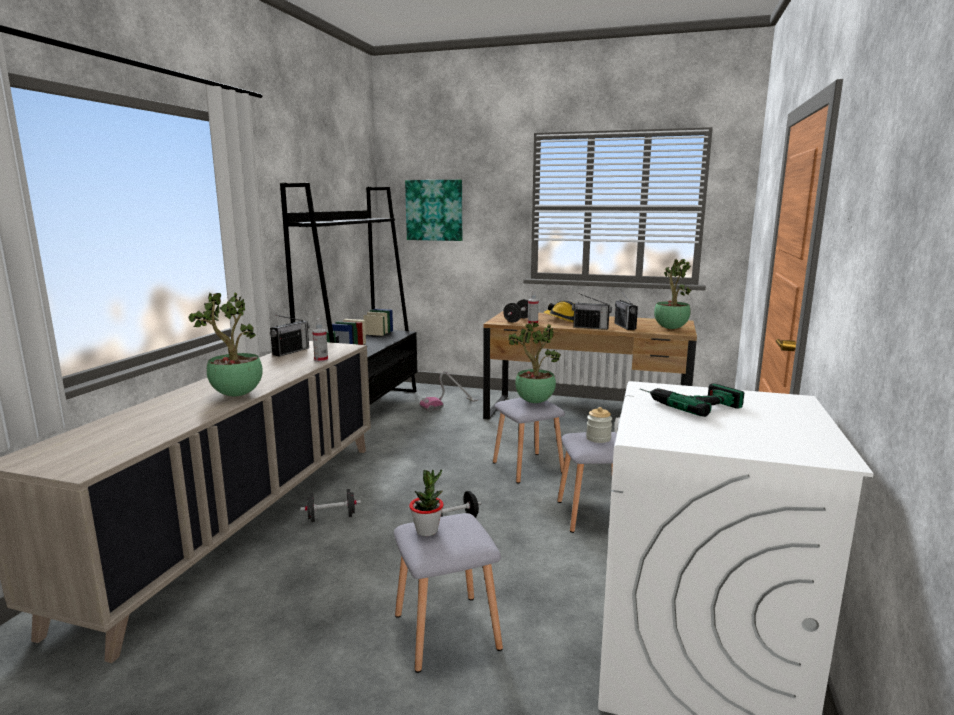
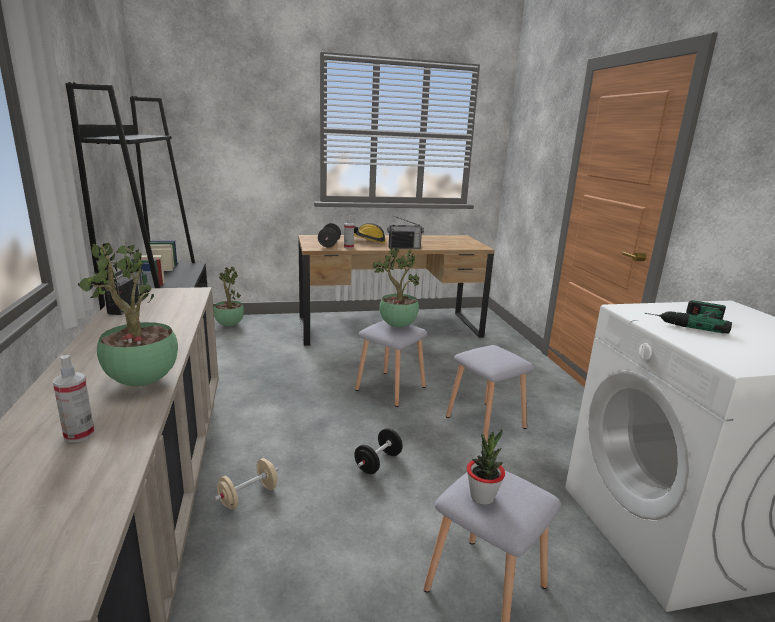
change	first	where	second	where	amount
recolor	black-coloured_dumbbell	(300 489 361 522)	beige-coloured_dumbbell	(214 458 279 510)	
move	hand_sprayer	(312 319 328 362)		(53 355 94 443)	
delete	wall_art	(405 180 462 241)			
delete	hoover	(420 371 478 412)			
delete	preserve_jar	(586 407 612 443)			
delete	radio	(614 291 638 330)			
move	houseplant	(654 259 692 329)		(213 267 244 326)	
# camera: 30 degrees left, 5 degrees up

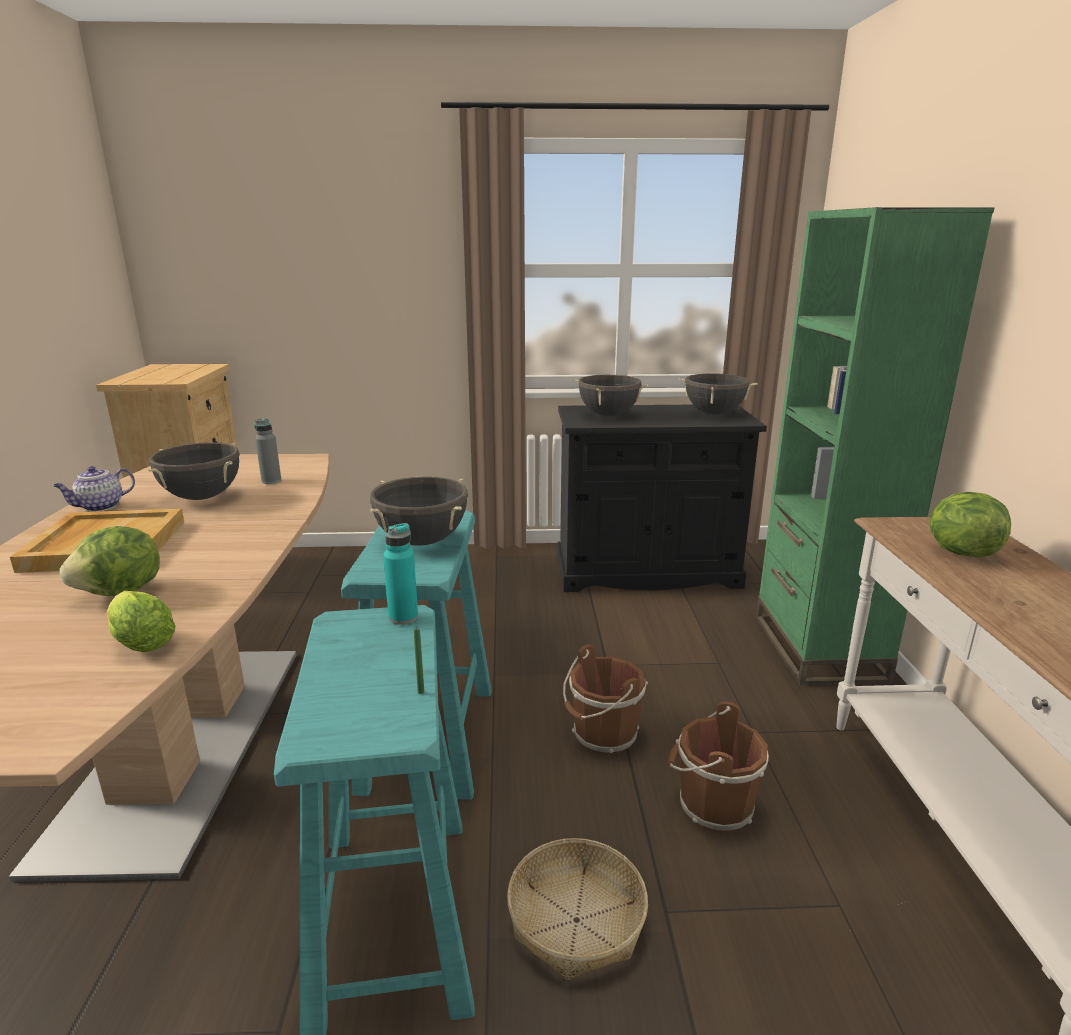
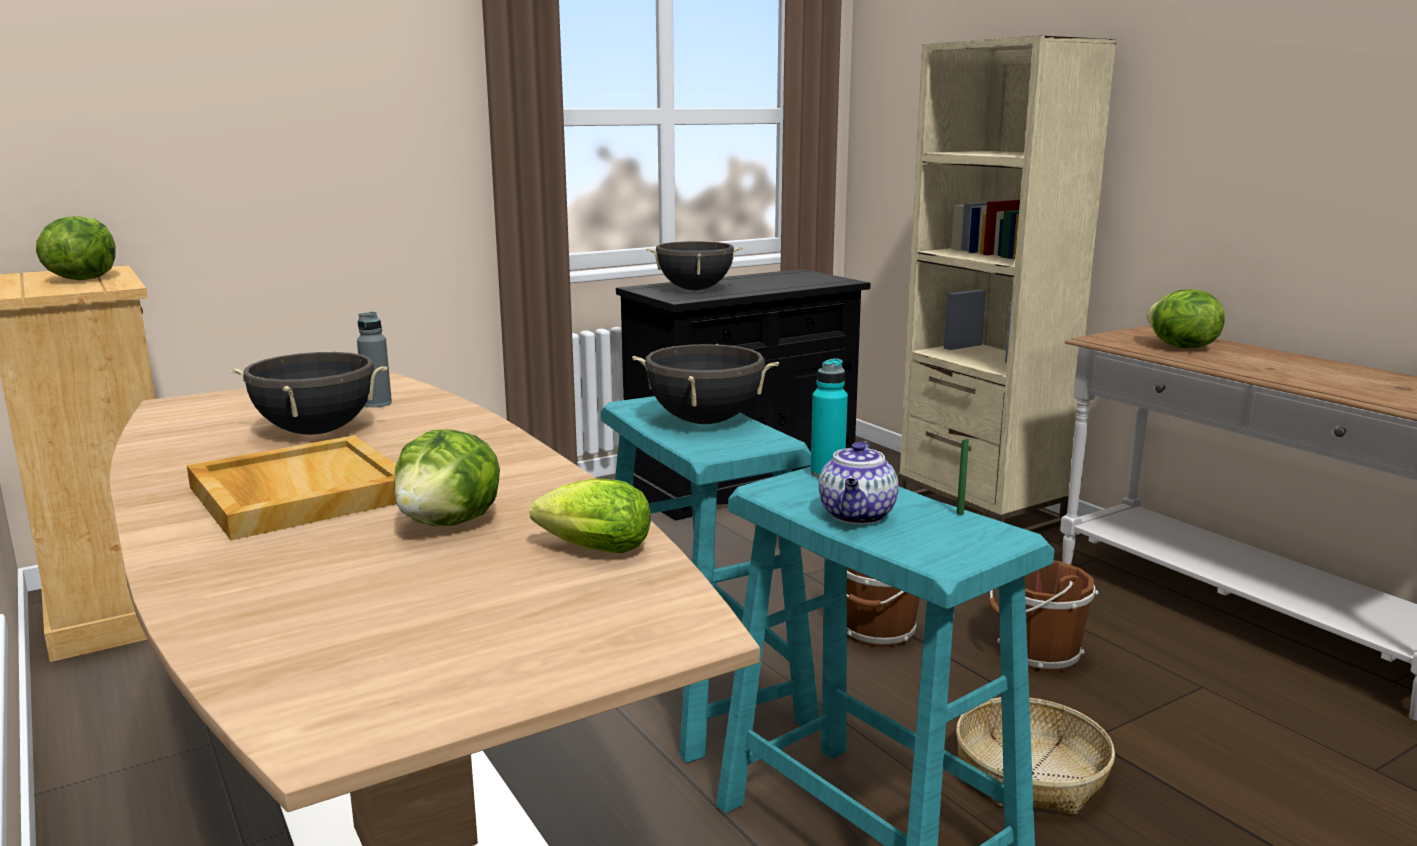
change	first	where	second	where	amount
move	tea_pot	(53 466 135 512)		(819 441 898 524)	
delete	black-coloured_saucepot	(678 373 758 415)			
recolor	green-coloured_shelving_unit	(756 207 994 685)	beige-coloured_shelving_unit	(898 35 1117 533)	
insert			head_of_lettuce	(36 216 116 280)	
# camera: 30 degrees left, 5 degrees down

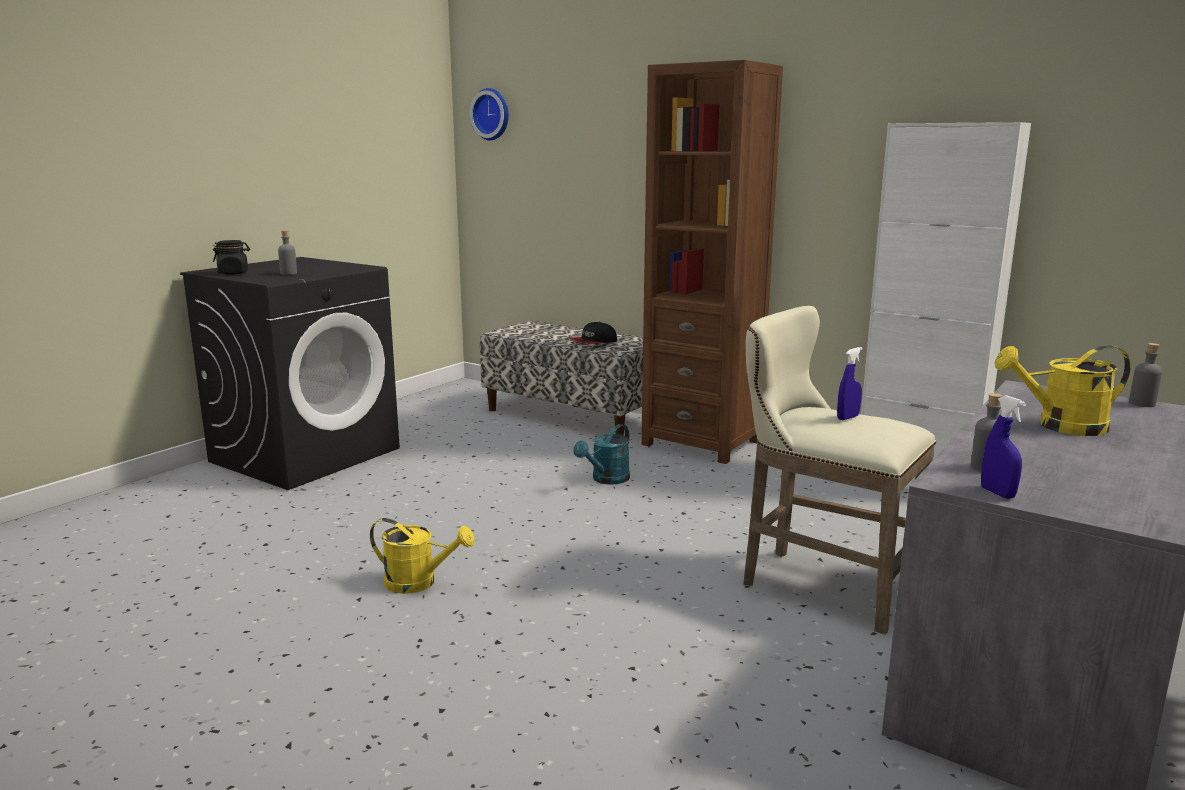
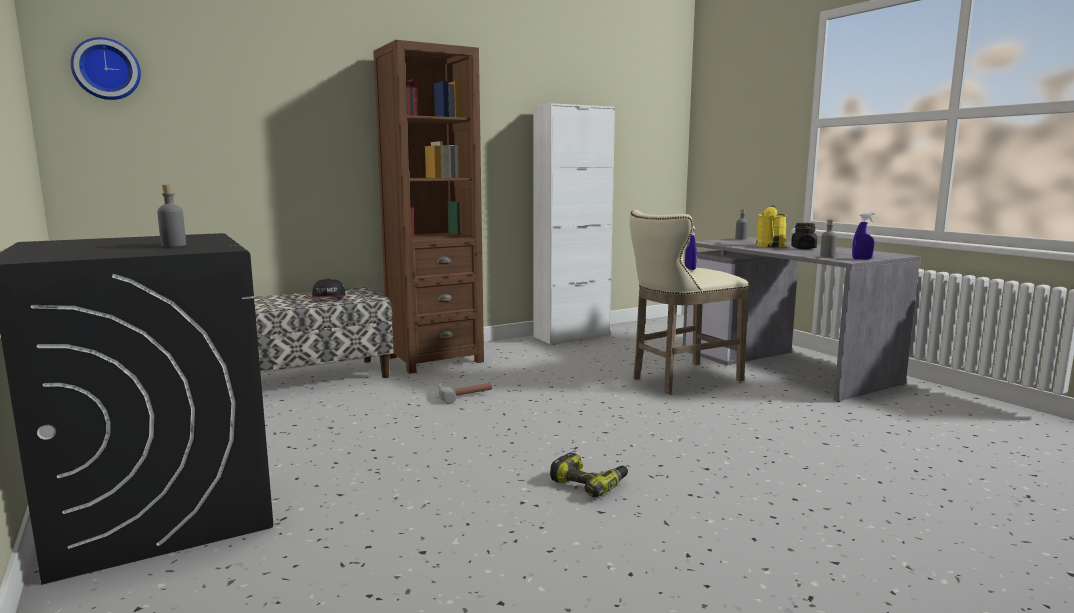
change	first	where	second	where	amount
move	black-coloured_preserve_jar	(213 240 250 275)		(791 223 817 249)	
replace	yellow-coloured_watering_can	(370 518 475 594)	electric_drill	(550 452 628 498)	
replace	blue-green_watering_can	(573 424 630 485)	tool_hammer	(439 382 492 404)	
# camera: 65 degrees left, 5 degrees down

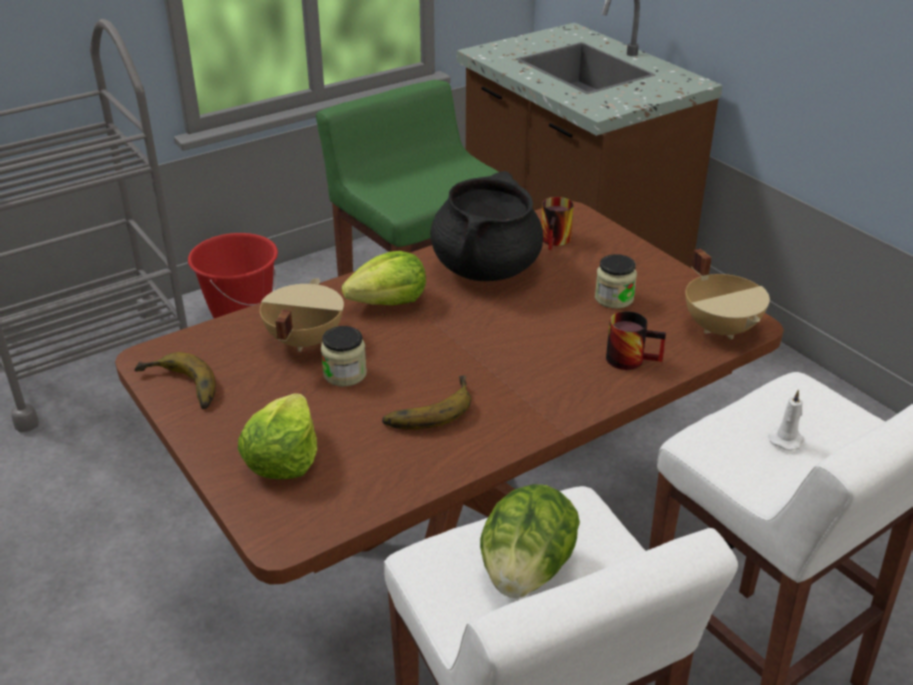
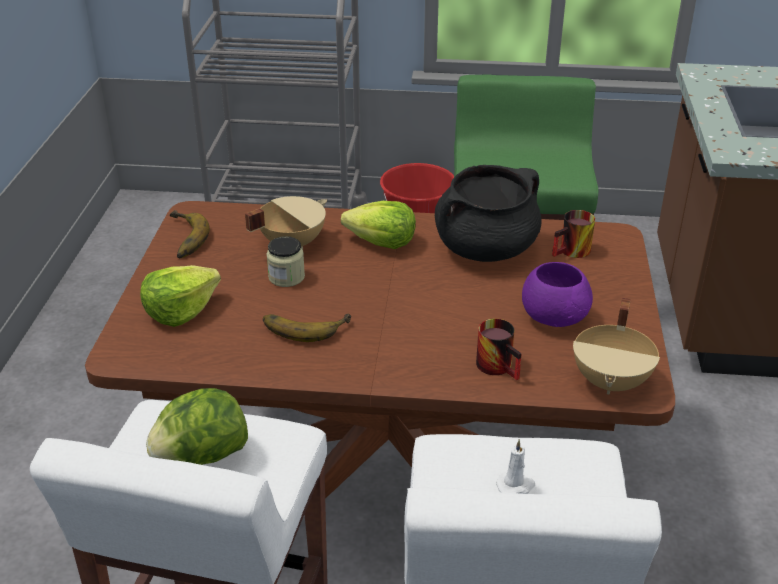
change	first	where	second	where	amount
replace	preserve_jar	(595 254 637 309)	purplish_deep_dish	(522 262 593 327)	
# camera: 40 degrees right, 0 degrees up

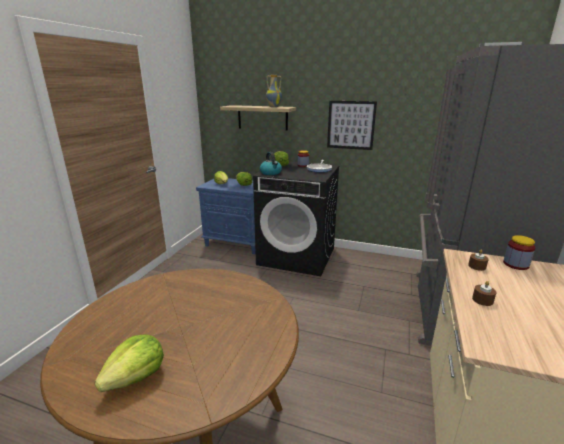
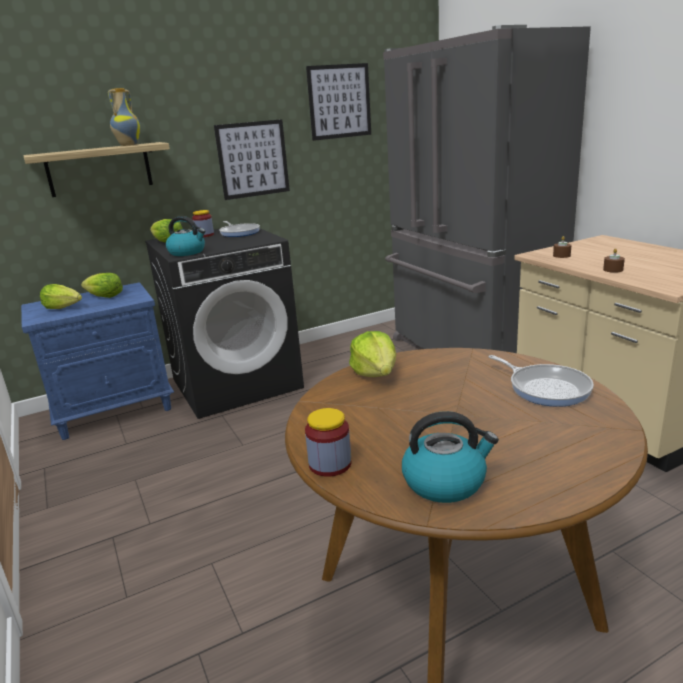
change	first	where	second	where	amount
move	head_of_lettuce	(94 334 164 392)		(349 331 396 377)	
move	preserve_jar	(503 235 535 270)		(305 408 352 477)	
insert			wall_art	(306 63 371 141)	
insert			kettle	(402 411 499 503)	
insert			skillet	(488 355 594 407)	
# camera: 45 degrees left, 0 degrees up

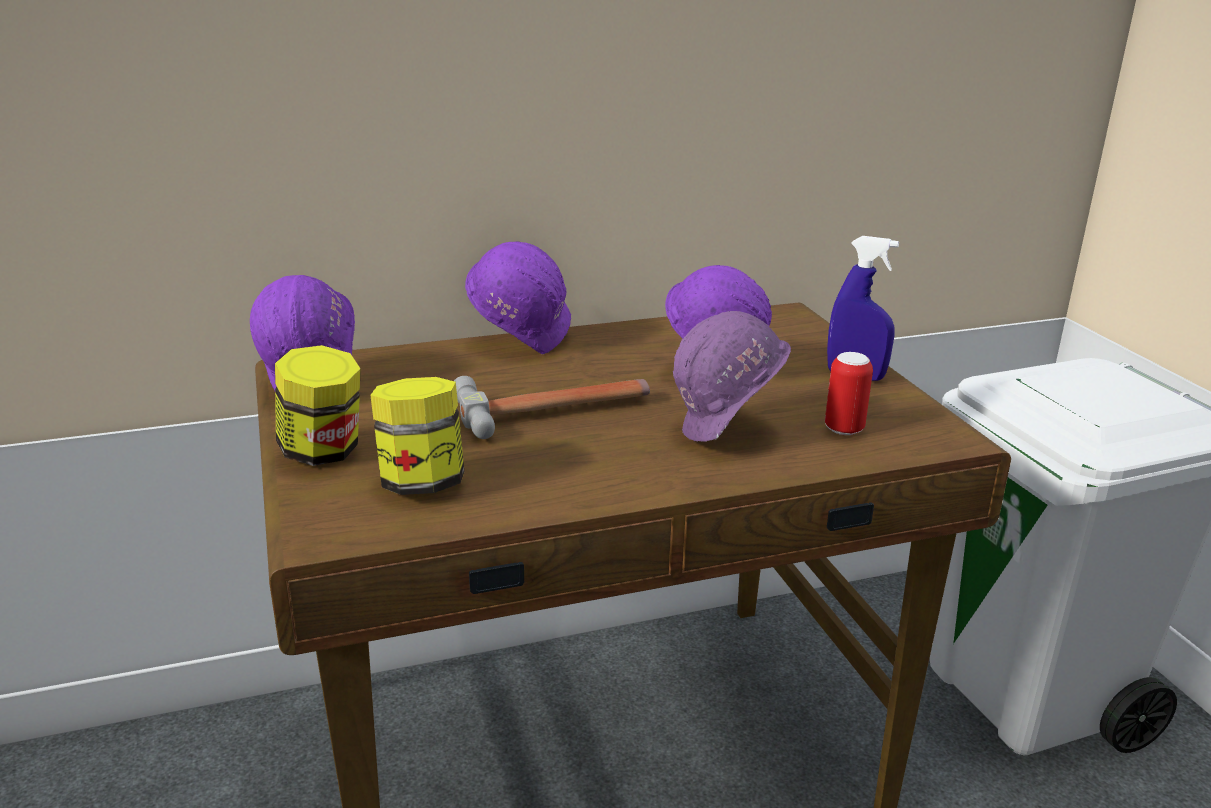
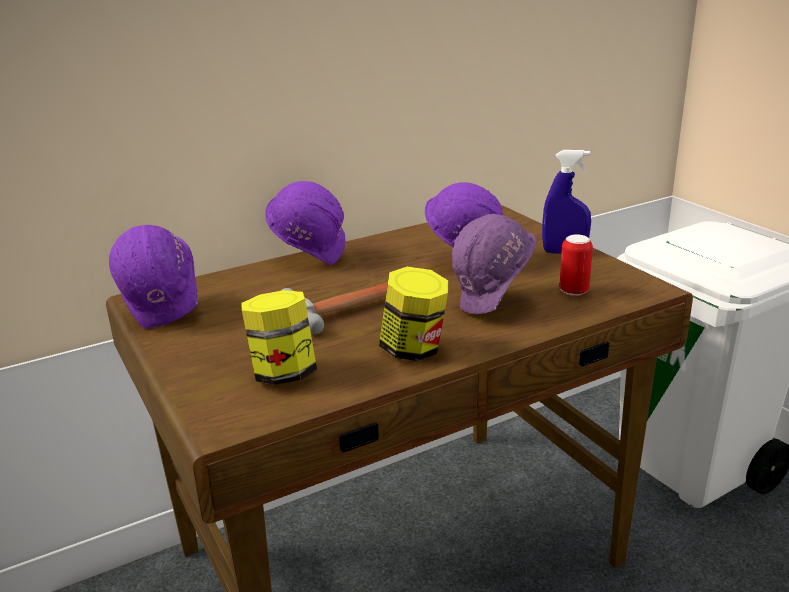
change	first	where	second	where	amount
move	preserve_jar	(275 345 361 466)		(379 267 448 361)	
# camera: 10 degrees left, 0 degrees up

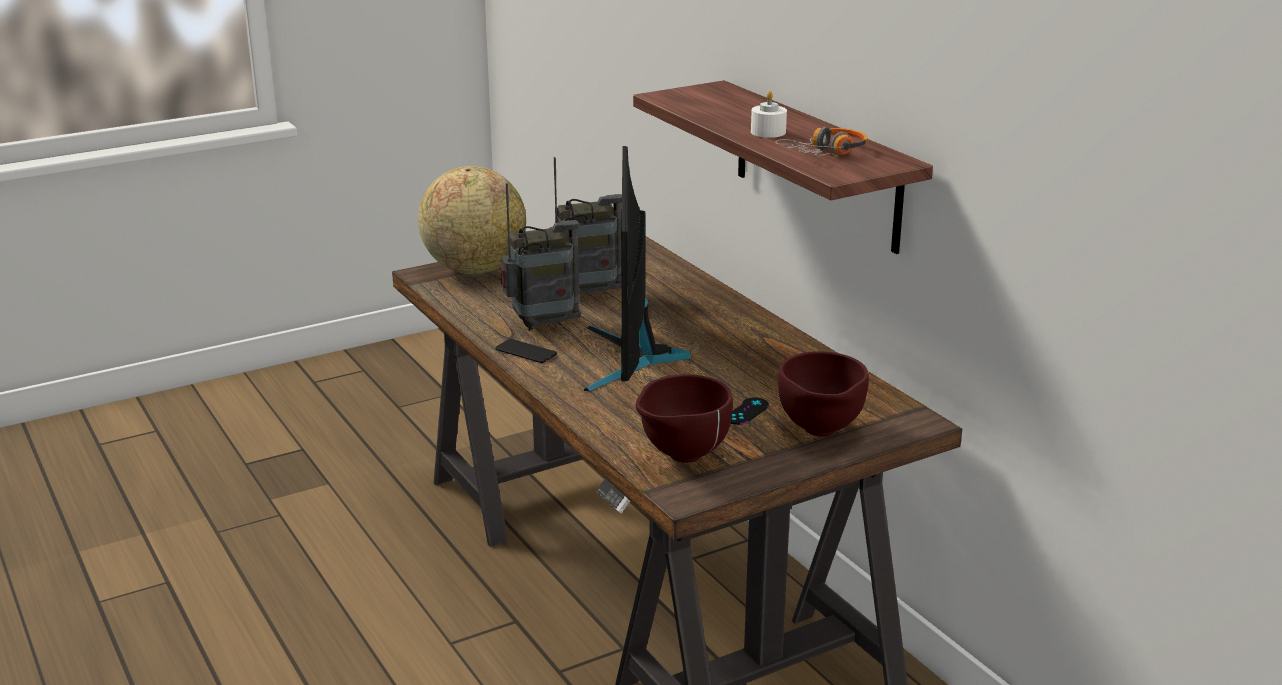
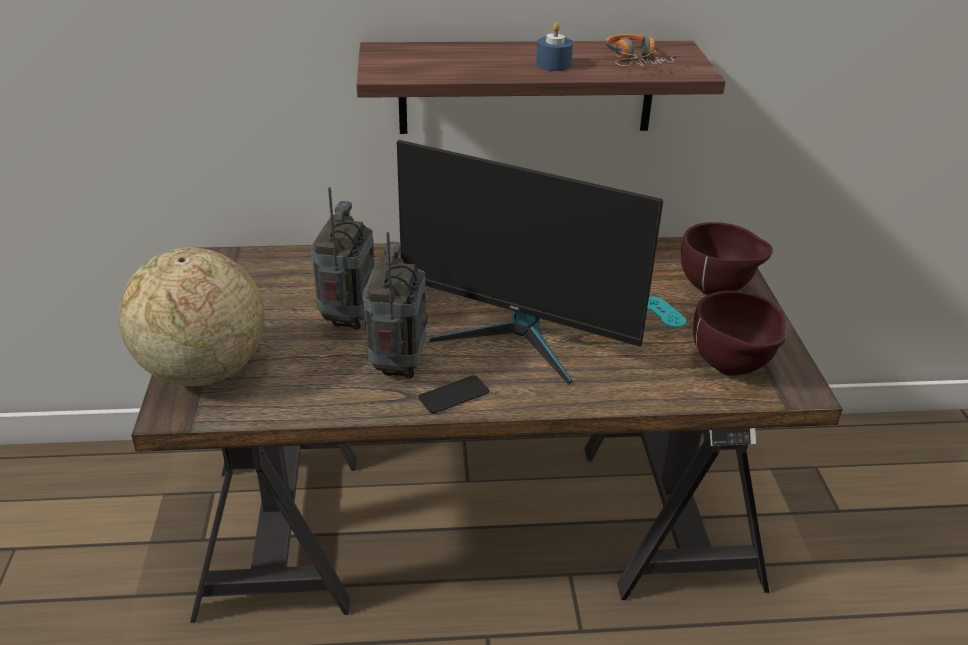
change	first	where	second	where	amount
recolor	black-coloured_joypad	(731 397 769 425)	blue-green_joypad	(647 296 686 328)	
recolor	white-coloured_wax_light	(751 91 787 138)	blue_wax_light	(536 22 573 71)	
# camera: 65 degrees left, 10 degrees up

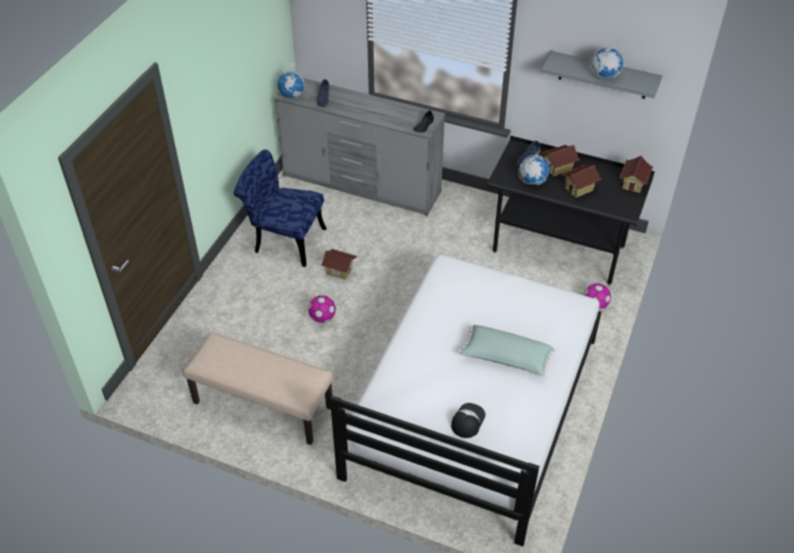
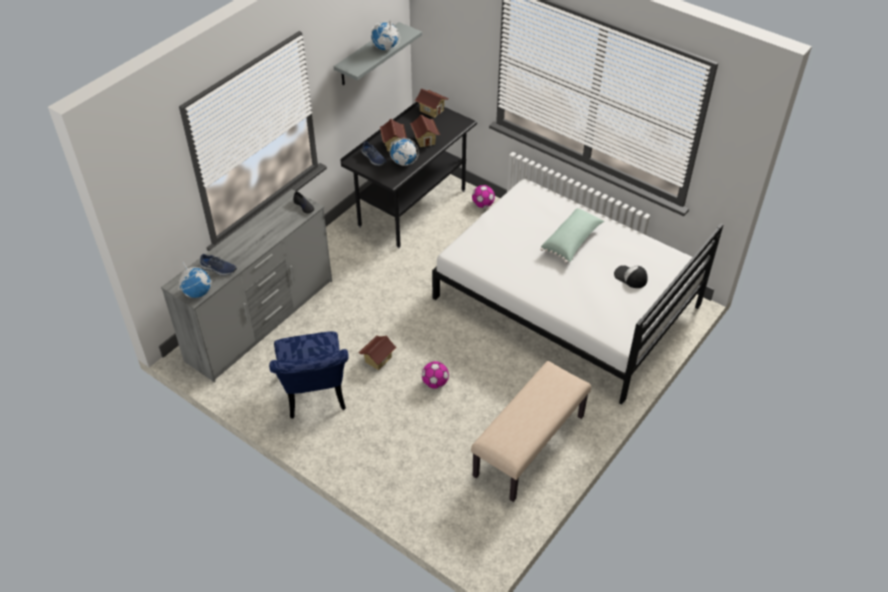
change	first	where	second	where	amount
rotate	blue_plain_chair	(234 149 326 267)		(269 331 349 419)	45 degrees counterclockwise
# camera: 75 degrees left, 0 degrees up

